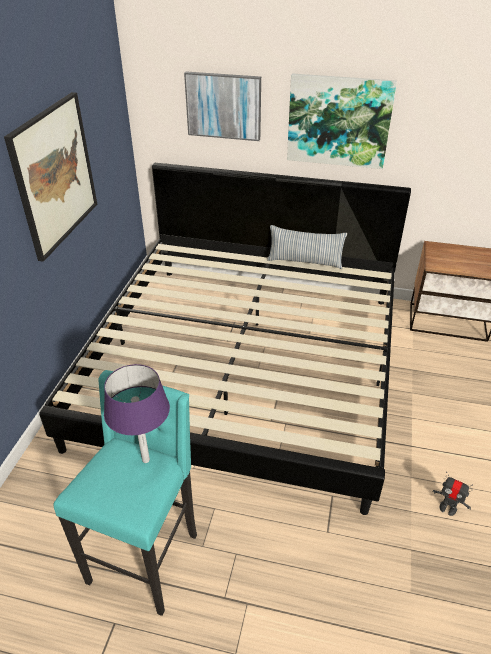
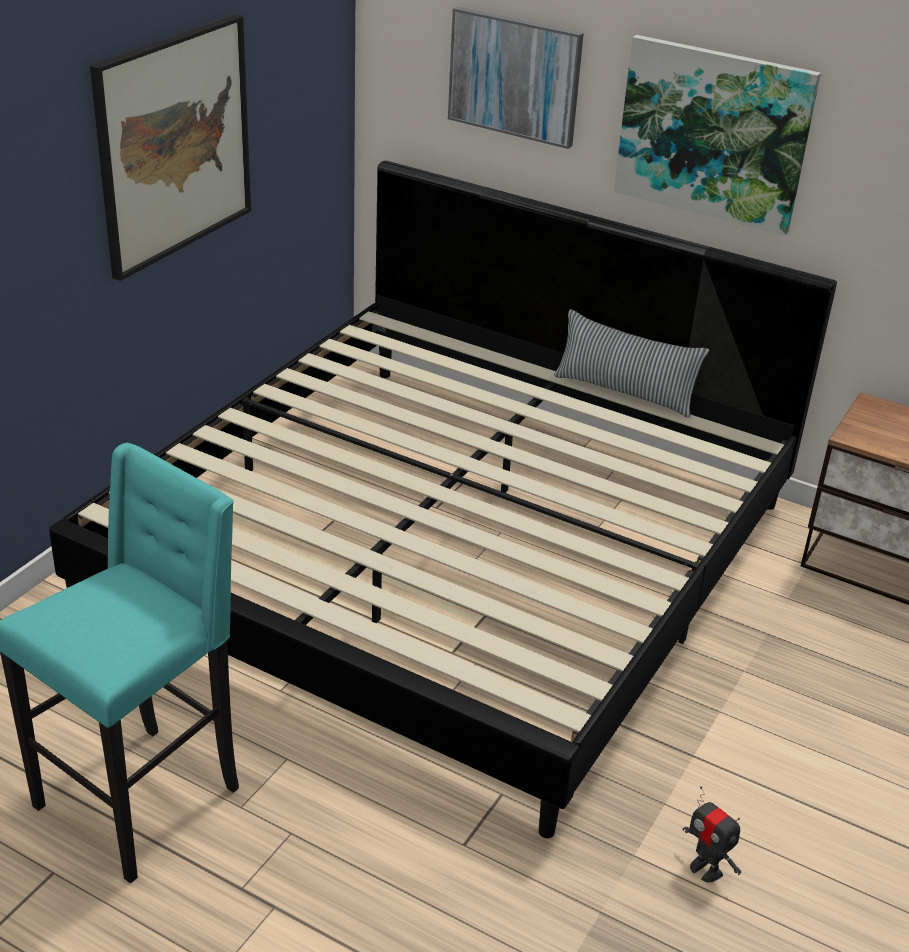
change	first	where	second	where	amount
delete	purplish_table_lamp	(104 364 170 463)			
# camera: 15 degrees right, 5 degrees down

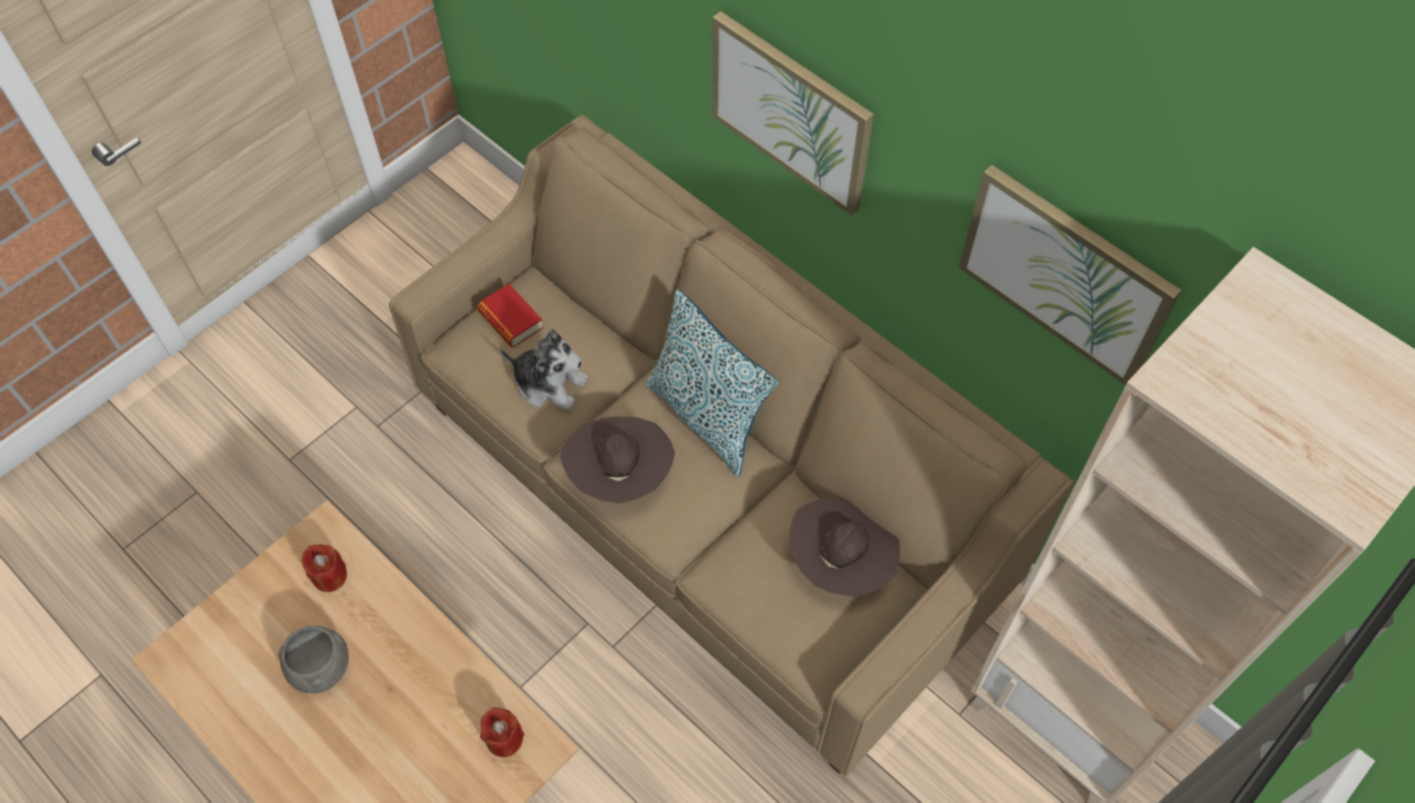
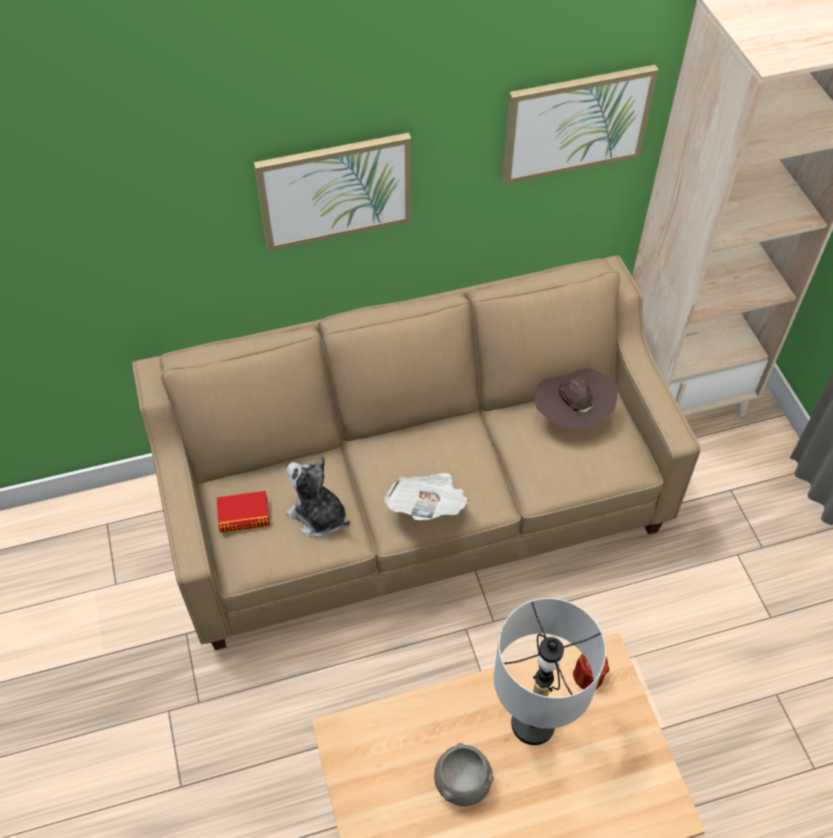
change	first	where	second	where	amount
delete	red-coloured_wax_light	(301 544 347 592)			
rotate	cuddly_toy	(500 329 588 411)		(286 456 350 538)	105 degrees counterclockwise
replace	brown-coloured_wearable_hat	(560 416 675 503)	printed_paper	(384 473 469 520)	
delete	throw_pillow	(646 290 778 476)			
insert			greyish_table_lamp	(494 598 606 745)	
# camera: 60 degrees left, 5 degrees down

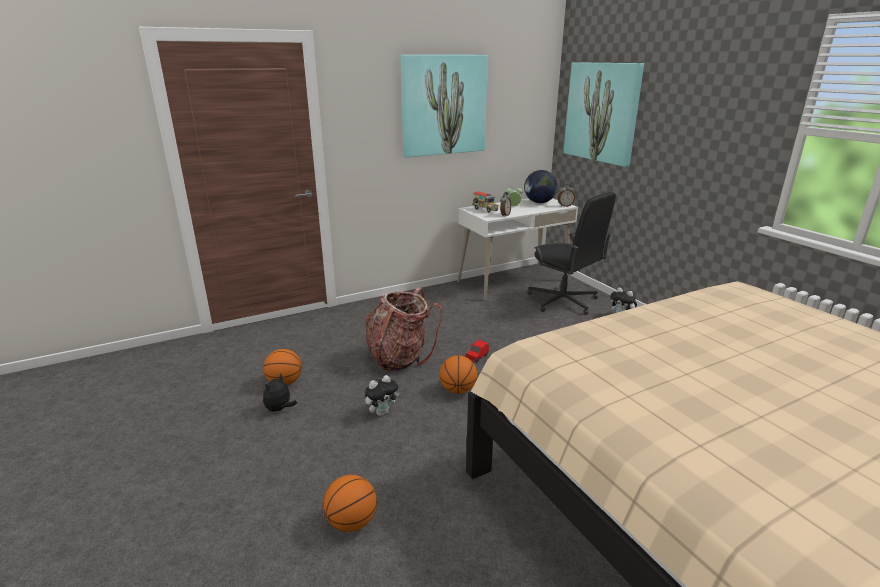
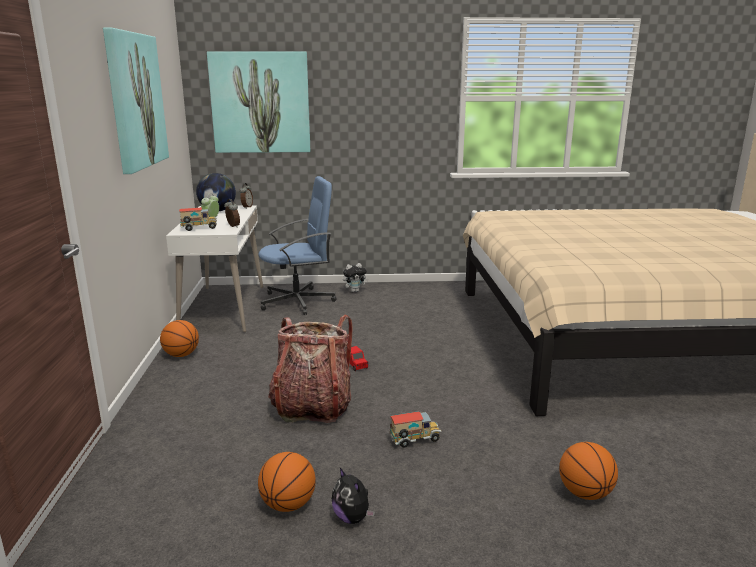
change	first	where	second	where	amount
replace	cuddly_toy	(365 375 399 416)	toy_truck	(390 411 442 448)	
move	basketball	(439 355 477 394)		(160 320 199 357)	
recolor	black-coloured_office_chair	(528 192 616 315)	blue_office_chair	(259 176 337 315)	
# camera: 65 degrees left, 5 degrees down

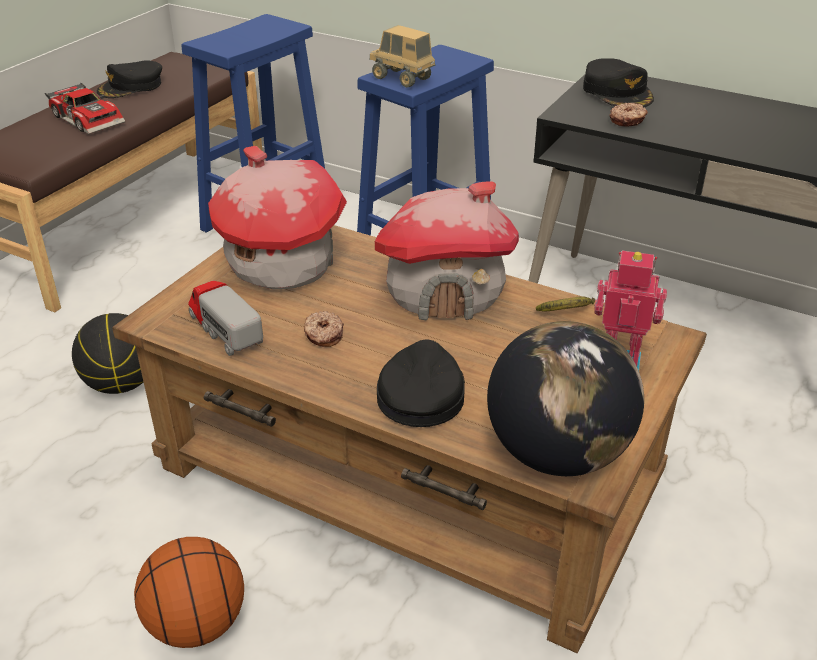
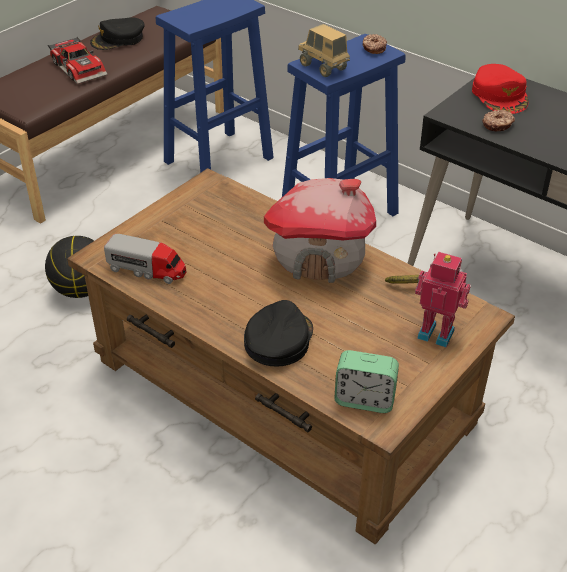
change	first	where	second	where	amount
delete	basketball	(134 537 244 648)			
rotate	toy_truck	(188 280 263 356)		(104 234 186 284)	135 degrees clockwise
delete	toy_house	(208 146 347 290)			
move	donut	(304 311 344 347)		(363 34 387 54)	
replace	world_globe	(487 321 644 476)	alarm_clock	(334 350 399 413)	
recolor	black-coloured_cap	(583 58 654 107)	red-coloured_cap	(472 64 528 114)	
# camera: 10 degrees right, 5 degrees up

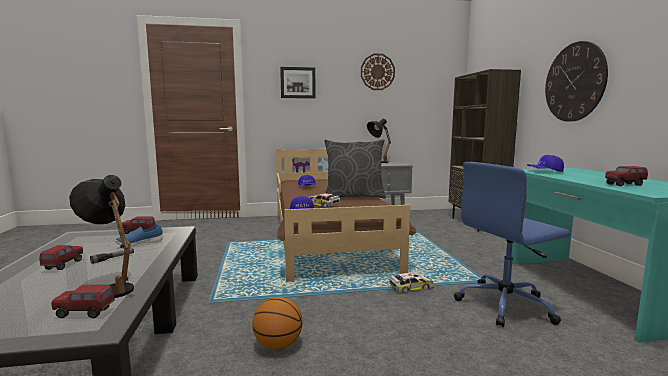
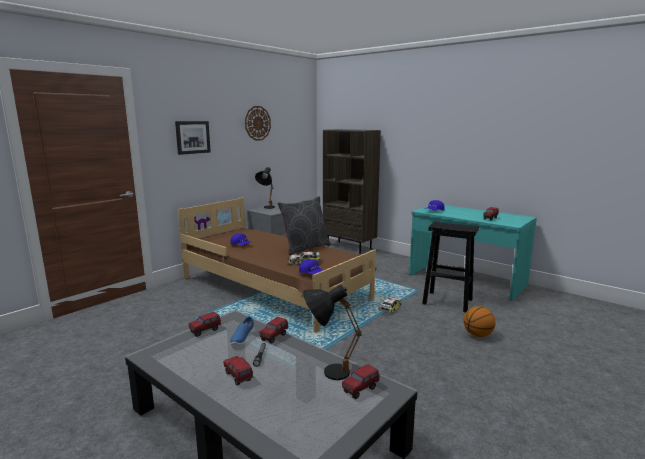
change	first	where	second	where	amount
move	basketball	(252 297 303 349)		(464 306 495 337)	
replace	blue_office_chair	(454 162 570 327)	black-coloured_sitting_stool	(422 221 479 313)	
delete	hanging_clock	(545 41 608 122)			
insert			toy_truck	(260 317 288 344)	
# camera: 40 degrees left, 5 degrees up

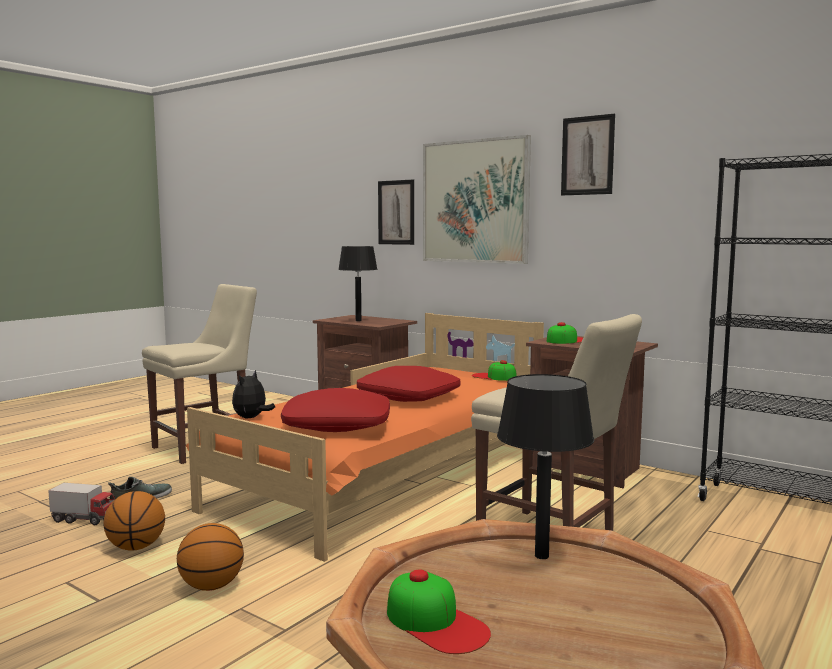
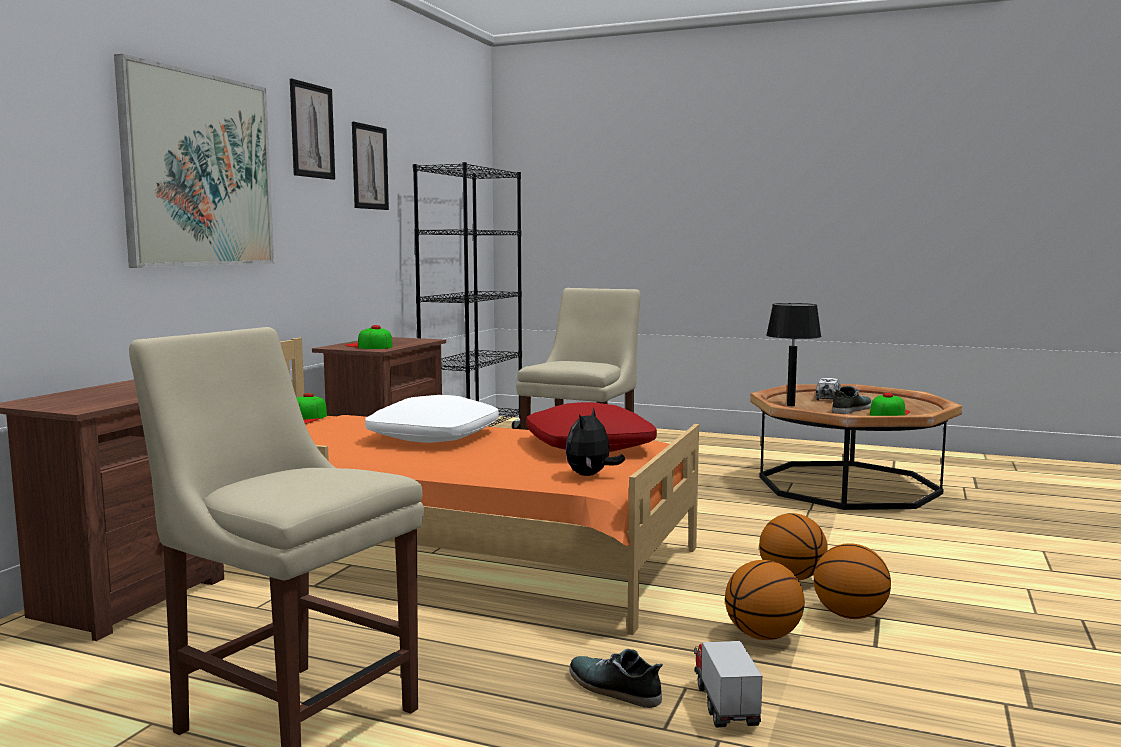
change	first	where	second	where	amount
rotate	cuddly_toy	(232 370 275 418)		(565 408 625 476)	105 degrees clockwise
delete	black-coloured_table_lamp	(338 246 378 321)			
recolor	red-coloured_throw_pillow	(357 366 461 402)	white-coloured_throw_pillow	(365 395 499 443)	
move	wall_art	(378 180 414 245)		(352 122 389 210)	
insert			basketball	(814 543 891 619)	
insert			toy_truck	(815 378 841 401)	
insert			item_of_footwear	(832 386 872 414)	
# camera: 105 degrees left, 0 degrees up

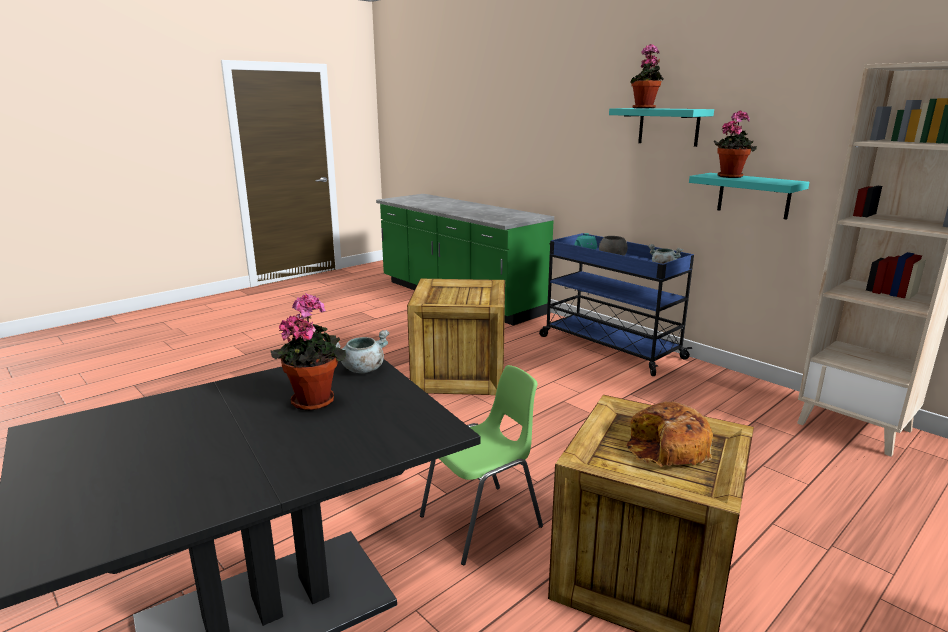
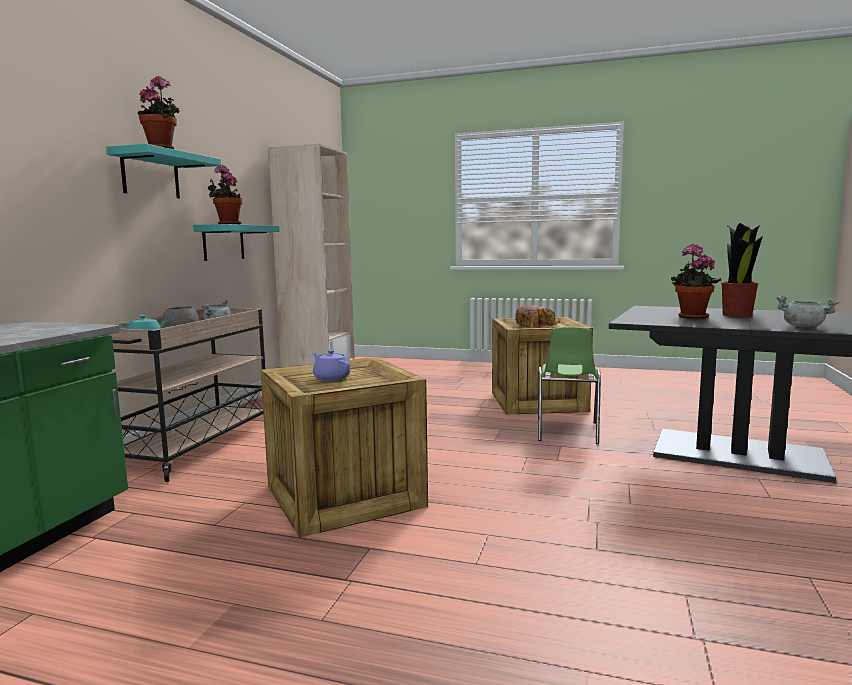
change	first	where	second	where	amount
move	greyish_saucepot	(336 330 389 373)		(777 295 839 328)	
rotate	green-coloured_plain_chair	(420 365 543 565)		(538 327 601 444)	105 degrees counterclockwise
recolor	blue_wheeled_cart	(539 233 694 376)	beige-coloured_wheeled_cart	(108 308 265 482)	
insert			purplish_tea_pot	(313 350 351 381)	
insert			houseplant	(721 223 763 317)	
# camera: 120 degrees left, 10 degrees down

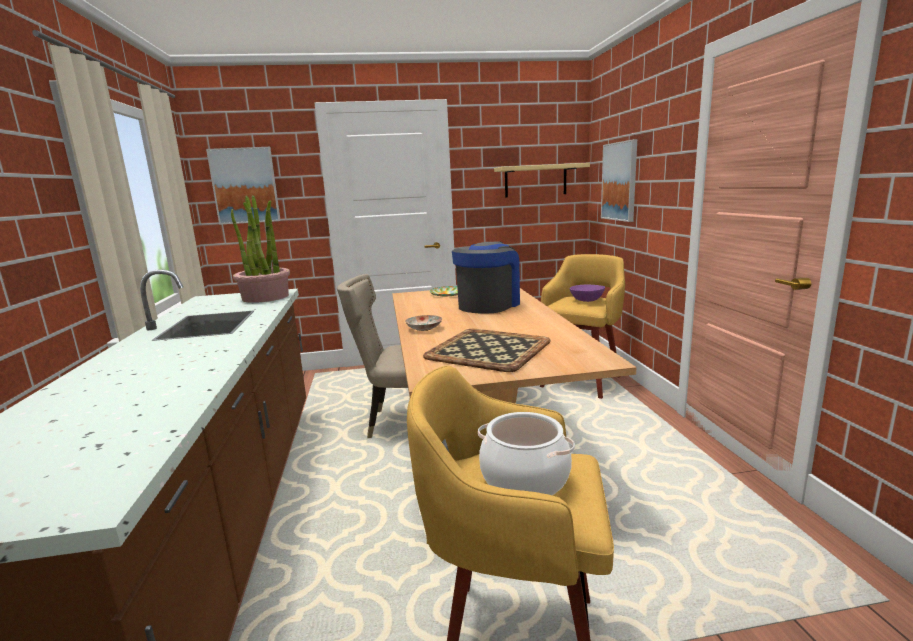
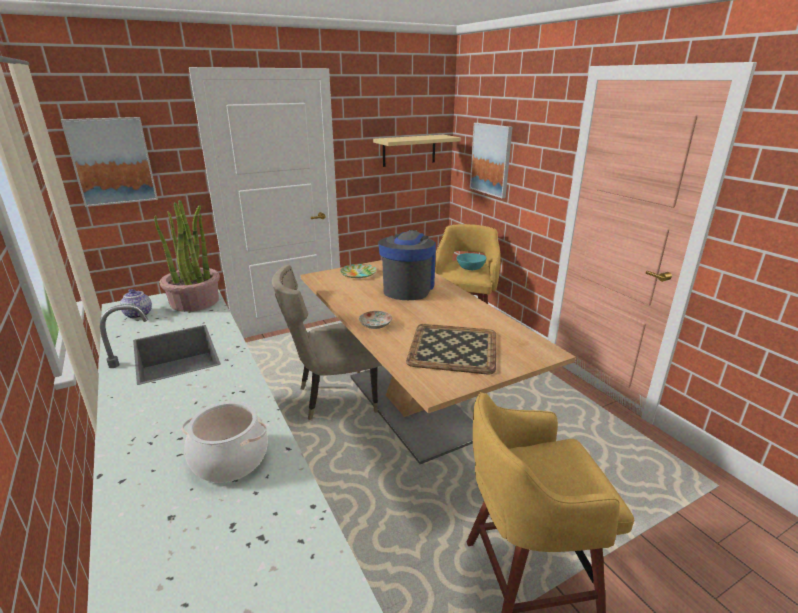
change	first	where	second	where	amount
move	saucepot	(478 412 575 495)		(182 401 268 483)	
recolor	purplish_deep_dish	(570 285 605 302)	blue-green_deep_dish	(456 253 486 270)	
insert			tea_pot	(120 289 152 319)	
# camera: 20 degrees left, 10 degrees up

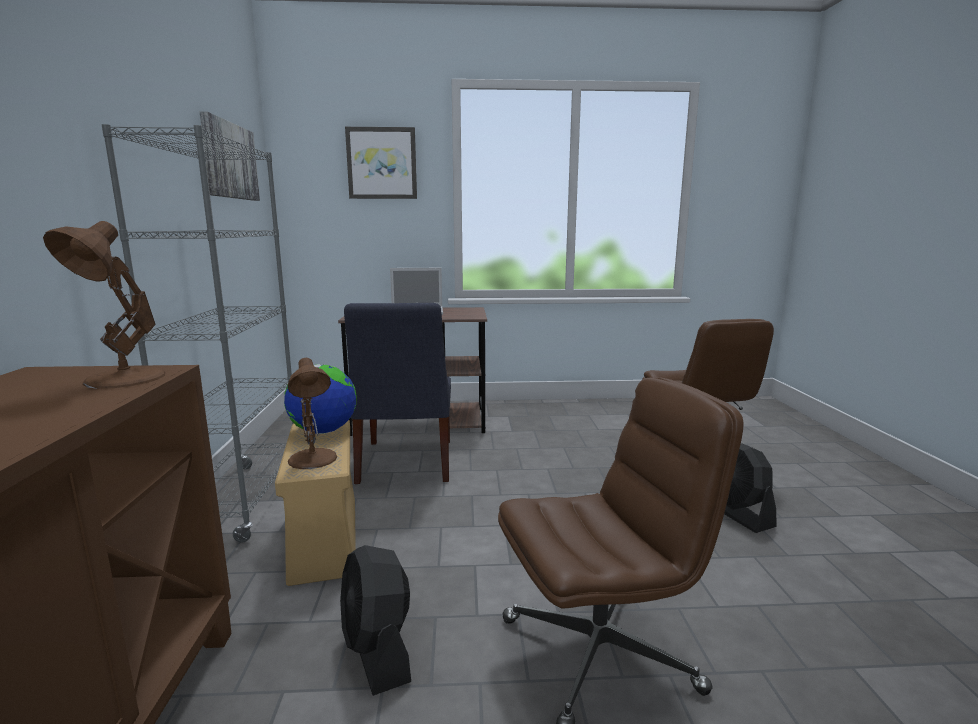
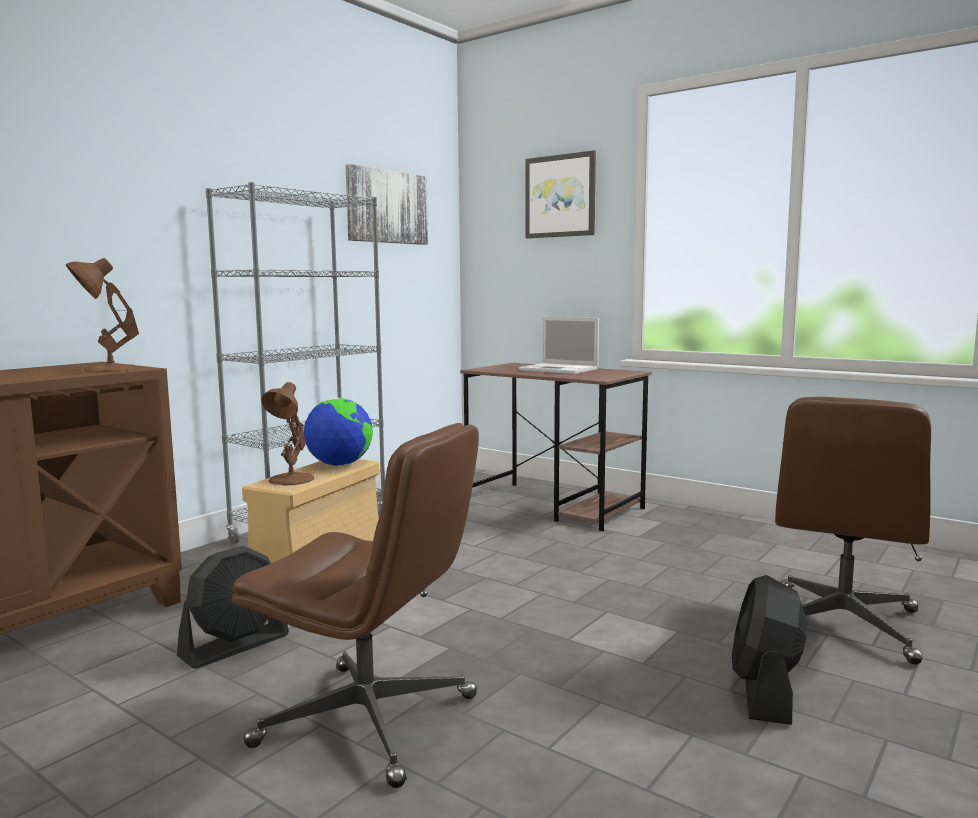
change	first	where	second	where	amount
rotate	black-coloured_electric_fan	(340 545 411 696)		(177 546 289 669)	150 degrees counterclockwise
delete	blue_plain_chair	(344 303 451 484)			
# camera: 40 degrees right, 5 degrees down

